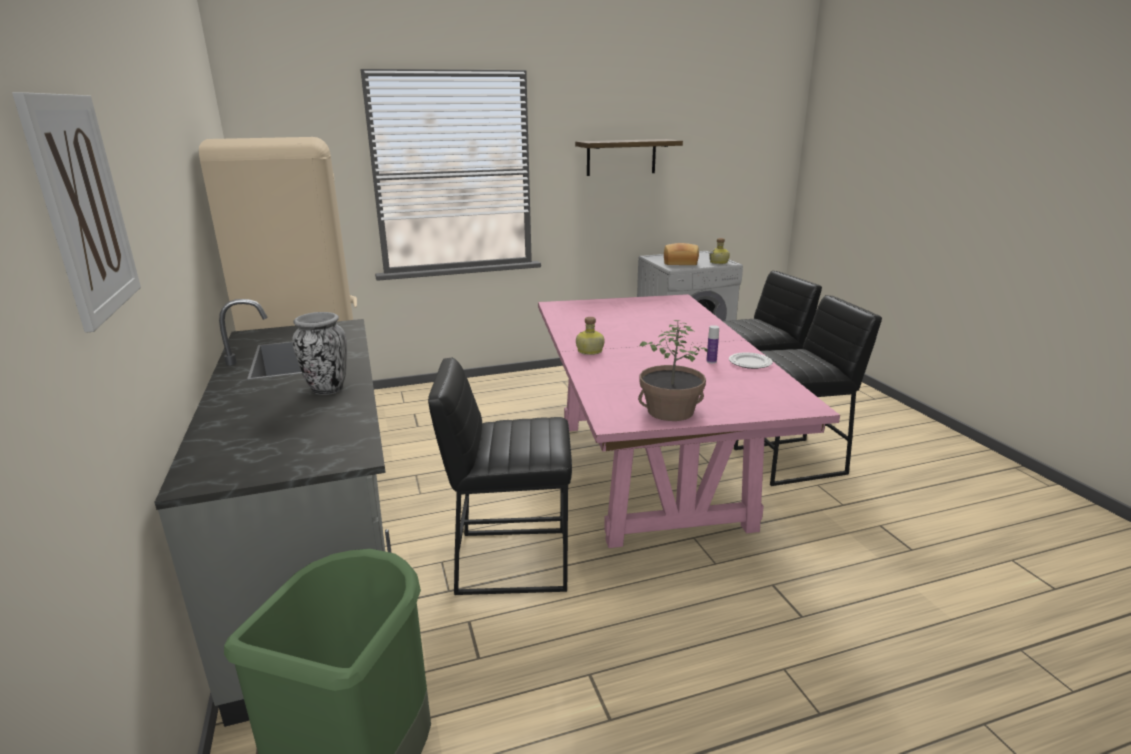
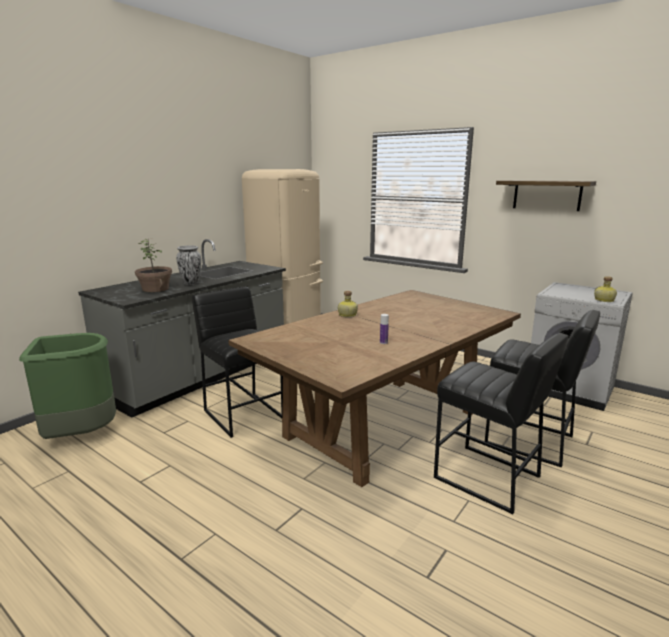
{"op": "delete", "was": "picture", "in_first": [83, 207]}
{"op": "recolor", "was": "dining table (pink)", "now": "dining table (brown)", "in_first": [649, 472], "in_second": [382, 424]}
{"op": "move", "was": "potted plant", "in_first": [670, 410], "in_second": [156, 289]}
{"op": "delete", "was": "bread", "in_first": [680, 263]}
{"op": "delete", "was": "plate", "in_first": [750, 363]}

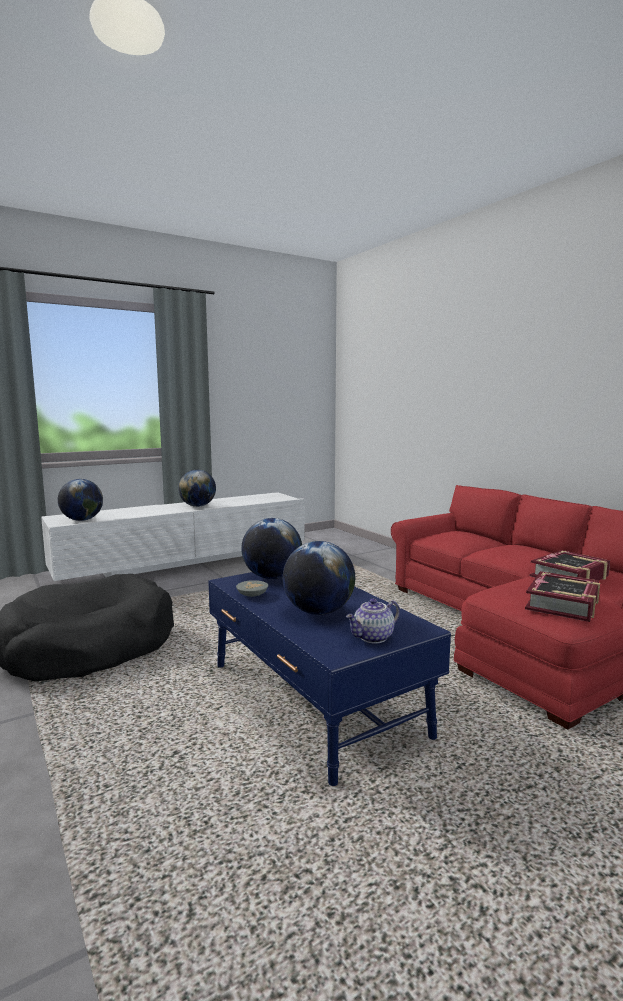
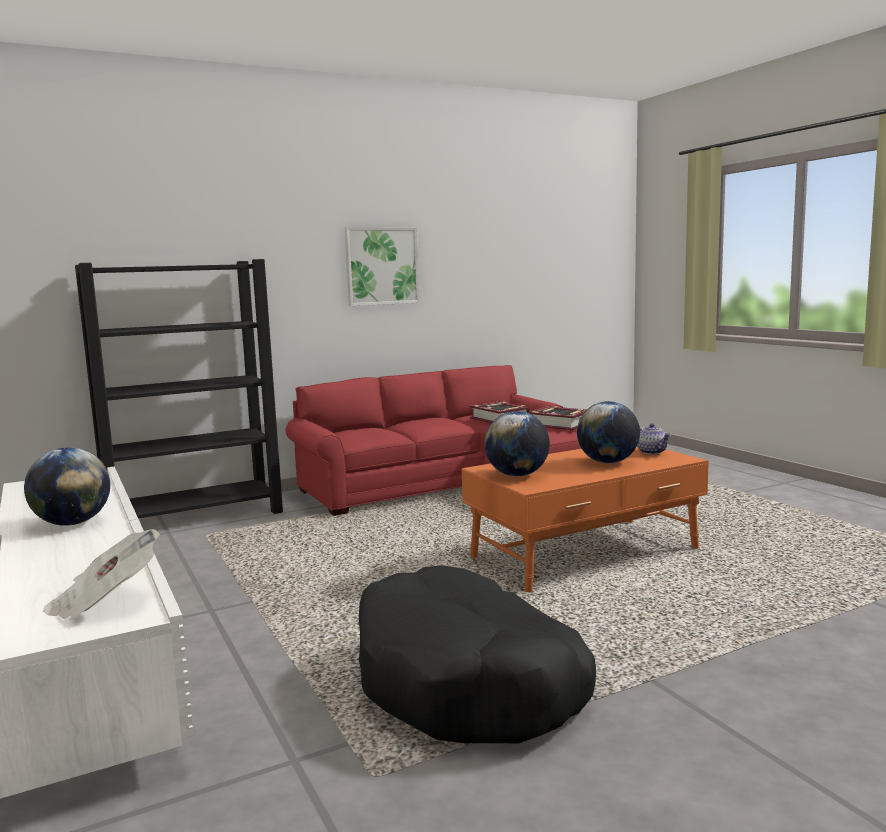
{"op": "replace", "was": "globe", "now": "newspaper", "in_first": [82, 520], "in_second": [105, 602]}
{"op": "recolor", "was": "coffee table (blue)", "now": "coffee table (orange)", "in_first": [315, 699], "in_second": [585, 553]}
{"op": "delete", "was": "bowl (grey)", "in_first": [253, 595]}
{"op": "insert", "now": "bookcase (black)", "in_second": [194, 516]}
{"op": "insert", "now": "picture", "in_second": [382, 266]}

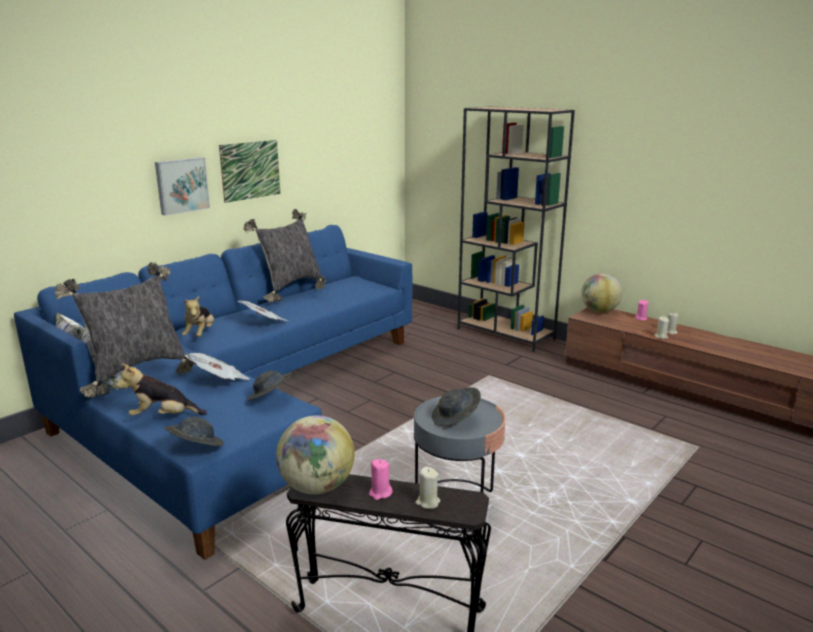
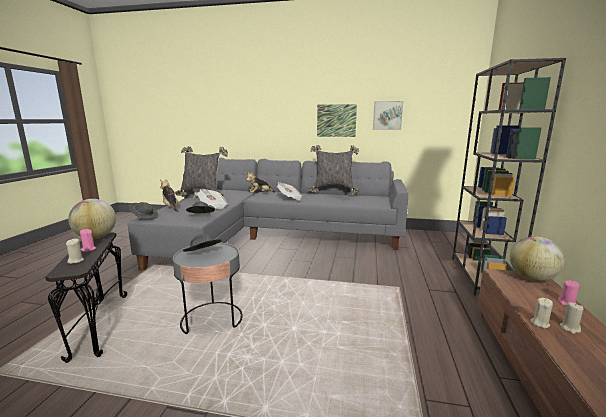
{"op": "recolor", "was": "sofa (blue)", "now": "sofa (grey)", "in_first": [243, 404], "in_second": [271, 238]}
{"op": "move", "was": "picture", "in_first": [181, 185], "in_second": [387, 115]}

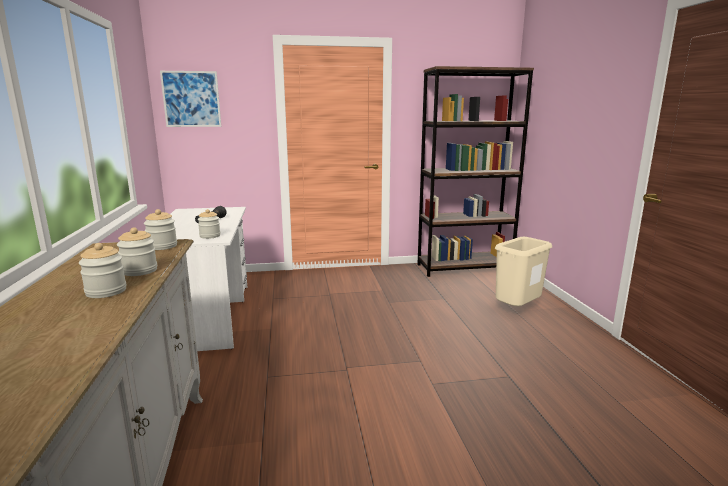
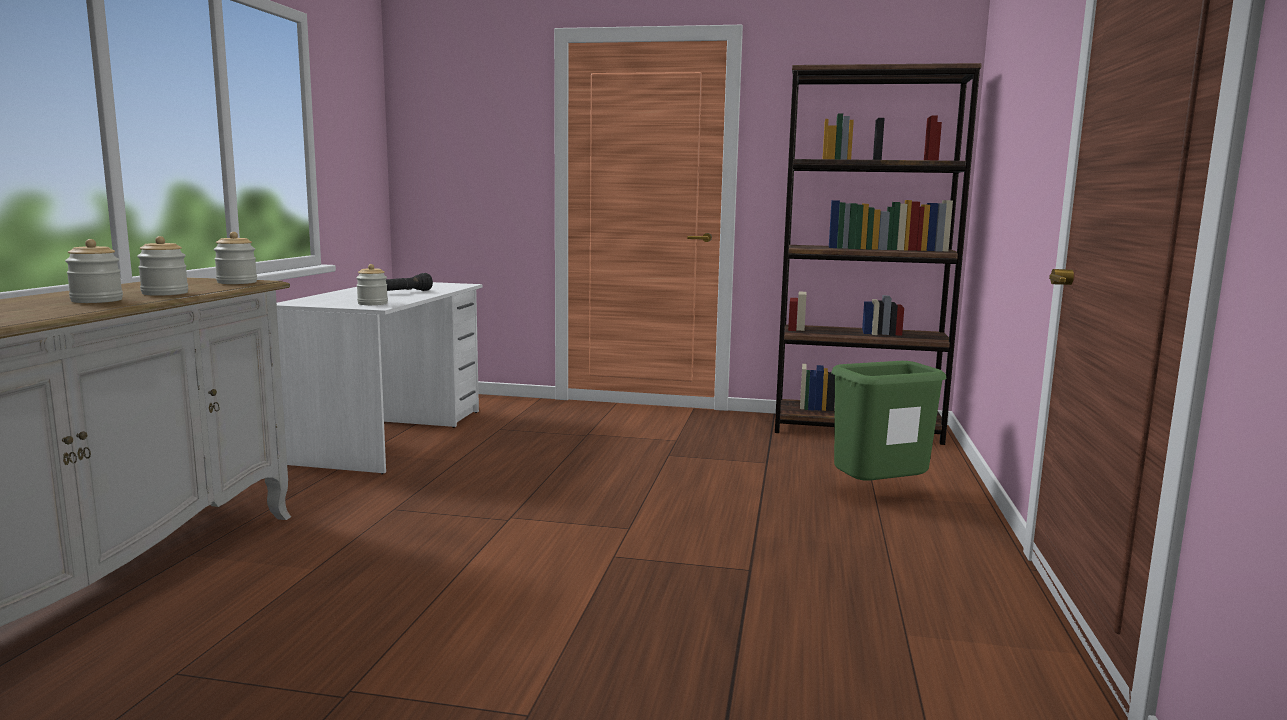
{"op": "delete", "was": "picture", "in_first": [191, 99]}
{"op": "recolor", "was": "trash can (beige)", "now": "trash can (green)", "in_first": [516, 310], "in_second": [878, 494]}

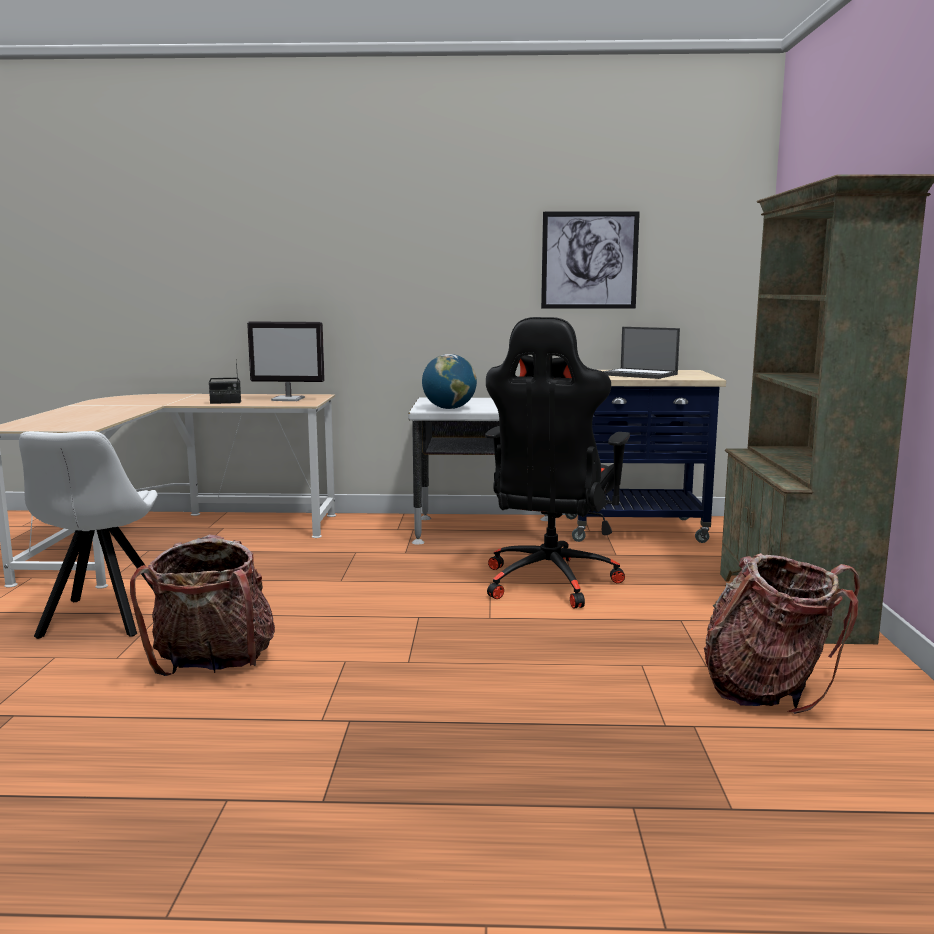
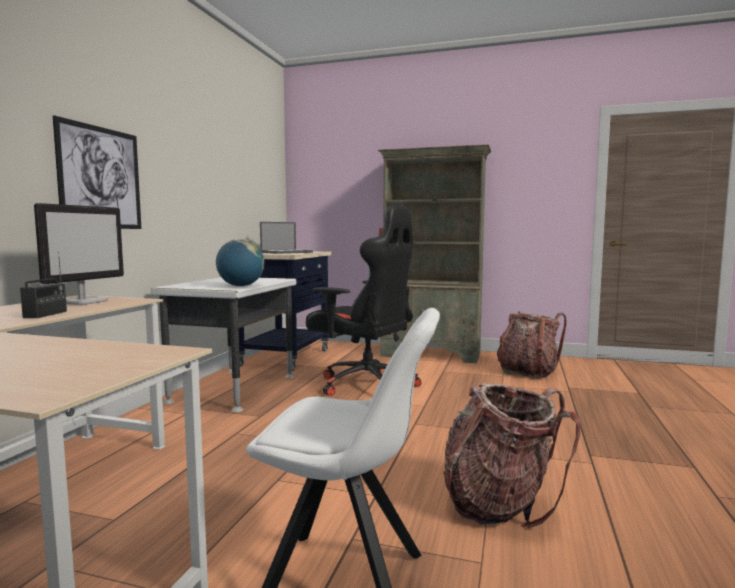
{"op": "move", "was": "picture", "in_first": [589, 260], "in_second": [100, 178]}

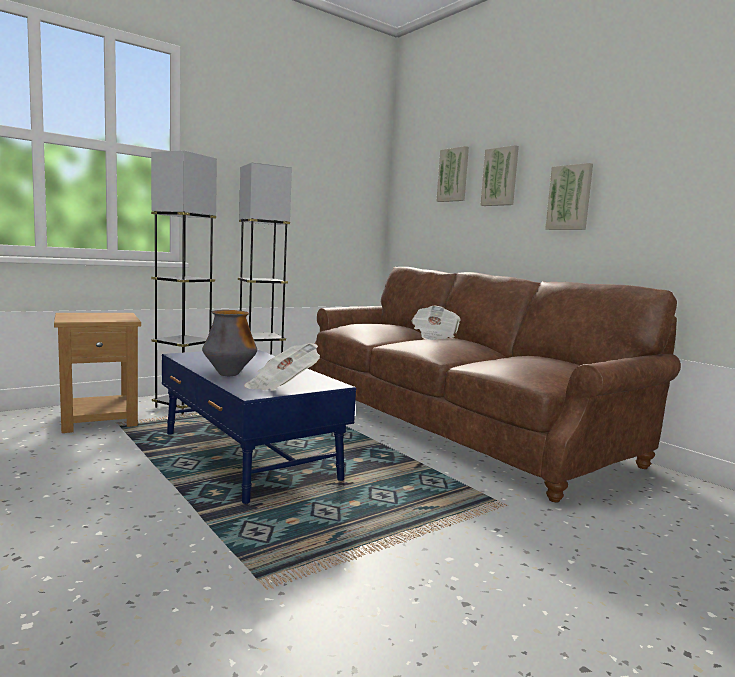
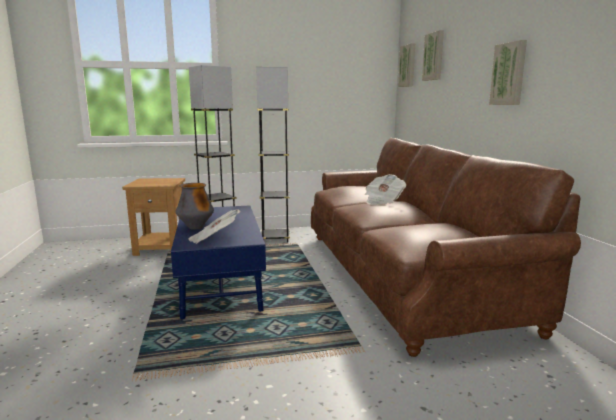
{"op": "move", "was": "picture", "in_first": [500, 177], "in_second": [408, 66]}

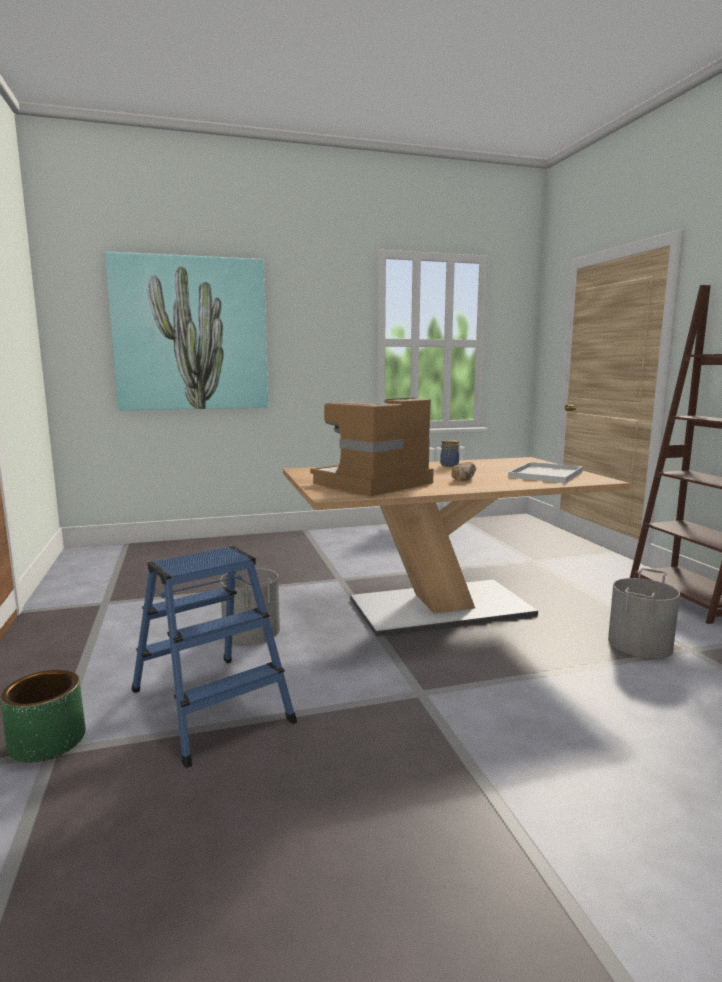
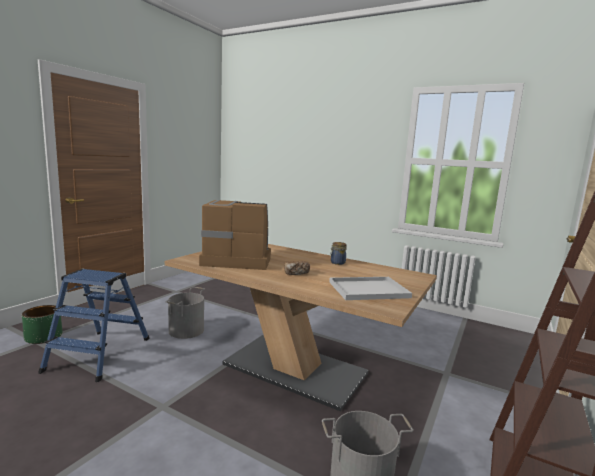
{"op": "delete", "was": "picture", "in_first": [191, 334]}

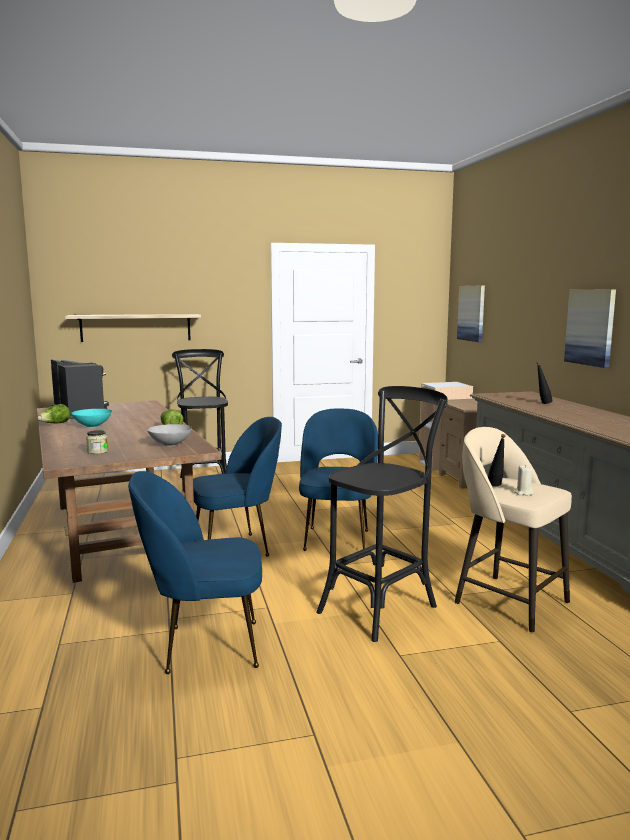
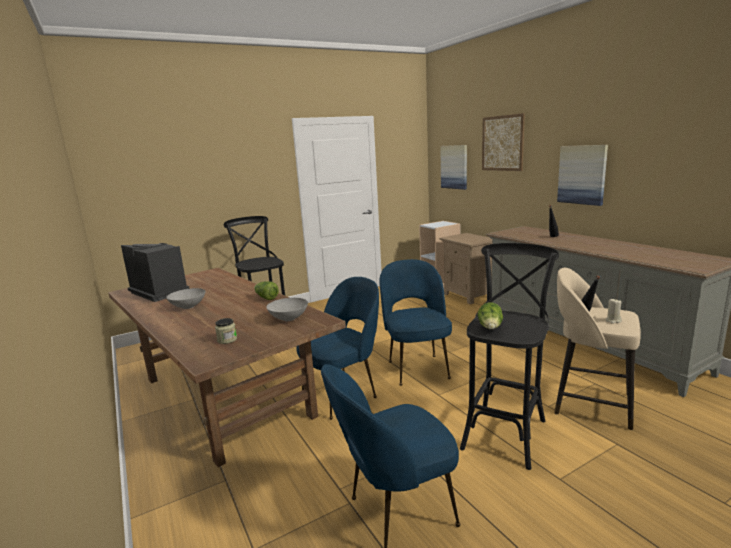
{"op": "move", "was": "lettuce", "in_first": [55, 424], "in_second": [490, 328]}
{"op": "delete", "was": "shelf", "in_first": [136, 327]}
{"op": "recolor", "was": "bowl (turquoise)", "now": "bowl (grey)", "in_first": [92, 426], "in_second": [187, 307]}
{"op": "insert", "now": "picture", "in_second": [502, 142]}

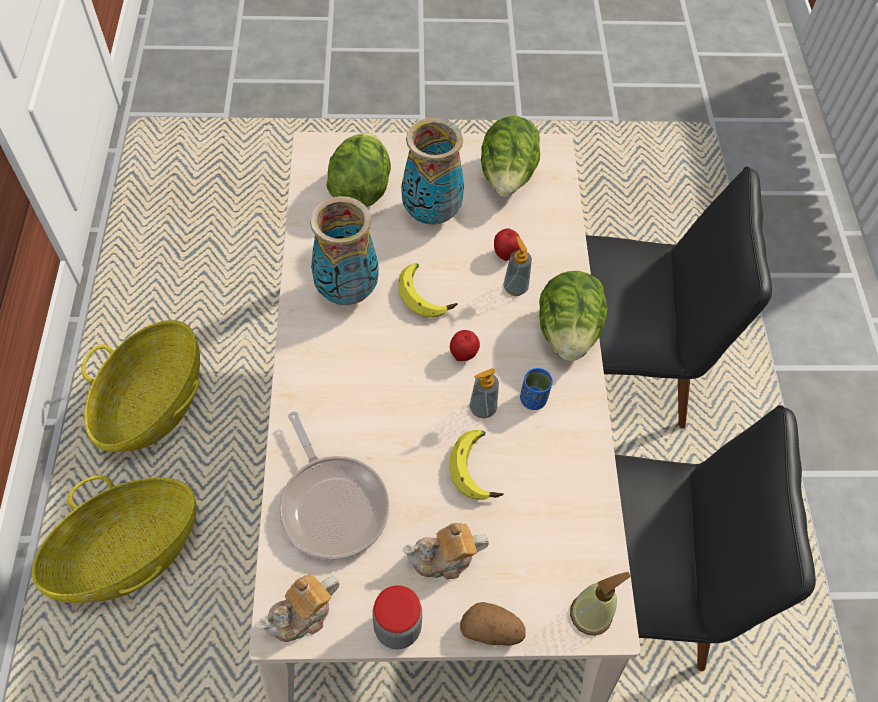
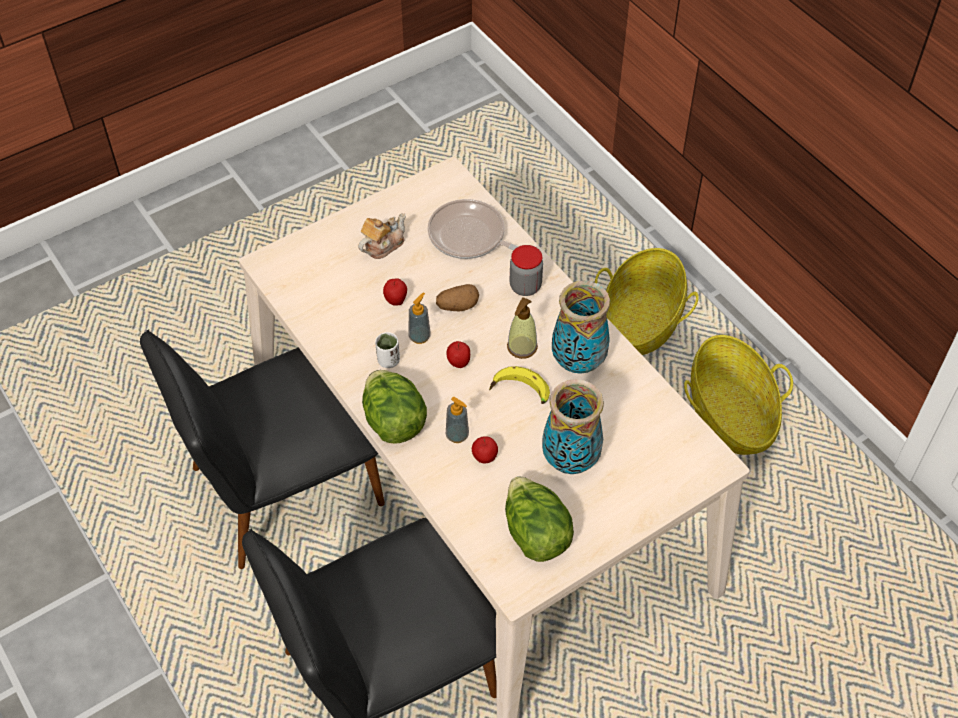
{"op": "delete", "was": "teapot", "in_first": [302, 615]}
{"op": "delete", "was": "lettuce", "in_first": [360, 189]}
{"op": "move", "was": "jar", "in_first": [397, 628], "in_second": [525, 286]}
{"op": "replace", "was": "banana", "now": "apple", "in_first": [479, 468], "in_second": [396, 301]}
{"op": "move", "was": "potato", "in_first": [492, 631], "in_second": [457, 306]}
{"op": "recolor", "was": "cup (blue)", "now": "cup (white)", "in_first": [533, 399], "in_second": [388, 360]}
{"op": "move", "was": "soap dispenser", "in_first": [591, 614], "in_second": [522, 347]}

